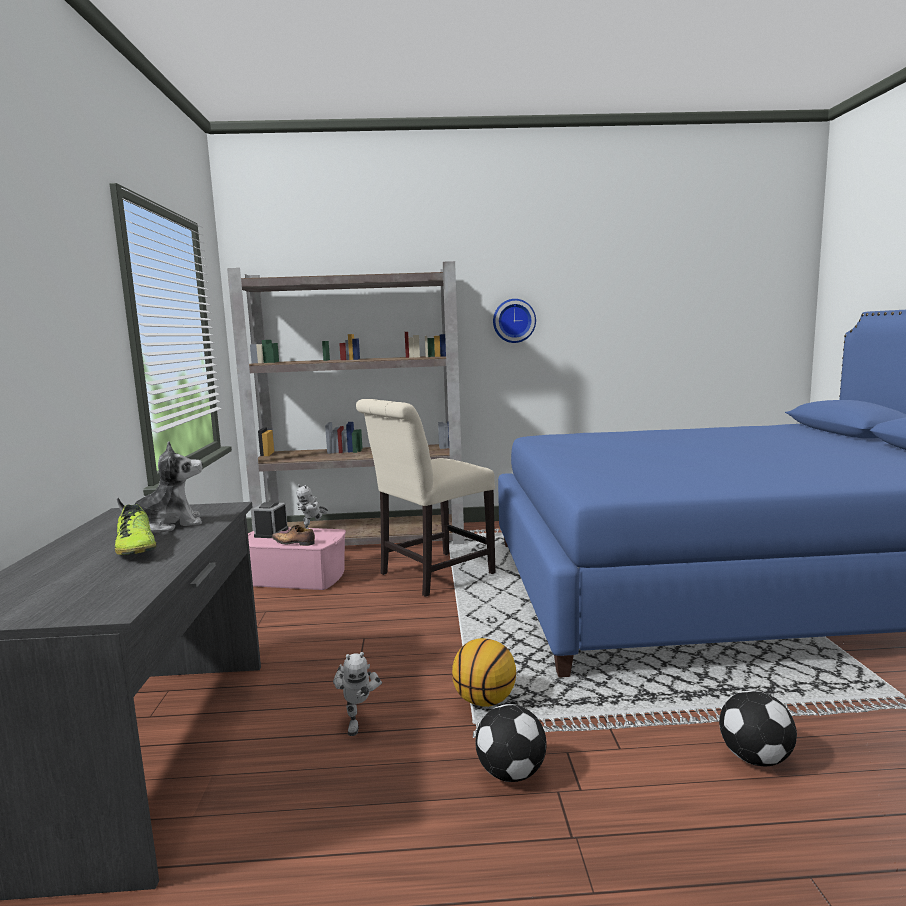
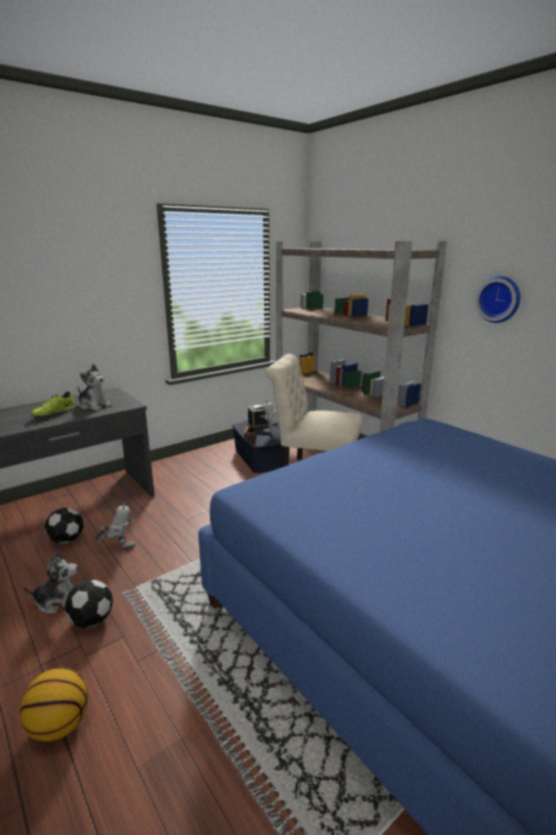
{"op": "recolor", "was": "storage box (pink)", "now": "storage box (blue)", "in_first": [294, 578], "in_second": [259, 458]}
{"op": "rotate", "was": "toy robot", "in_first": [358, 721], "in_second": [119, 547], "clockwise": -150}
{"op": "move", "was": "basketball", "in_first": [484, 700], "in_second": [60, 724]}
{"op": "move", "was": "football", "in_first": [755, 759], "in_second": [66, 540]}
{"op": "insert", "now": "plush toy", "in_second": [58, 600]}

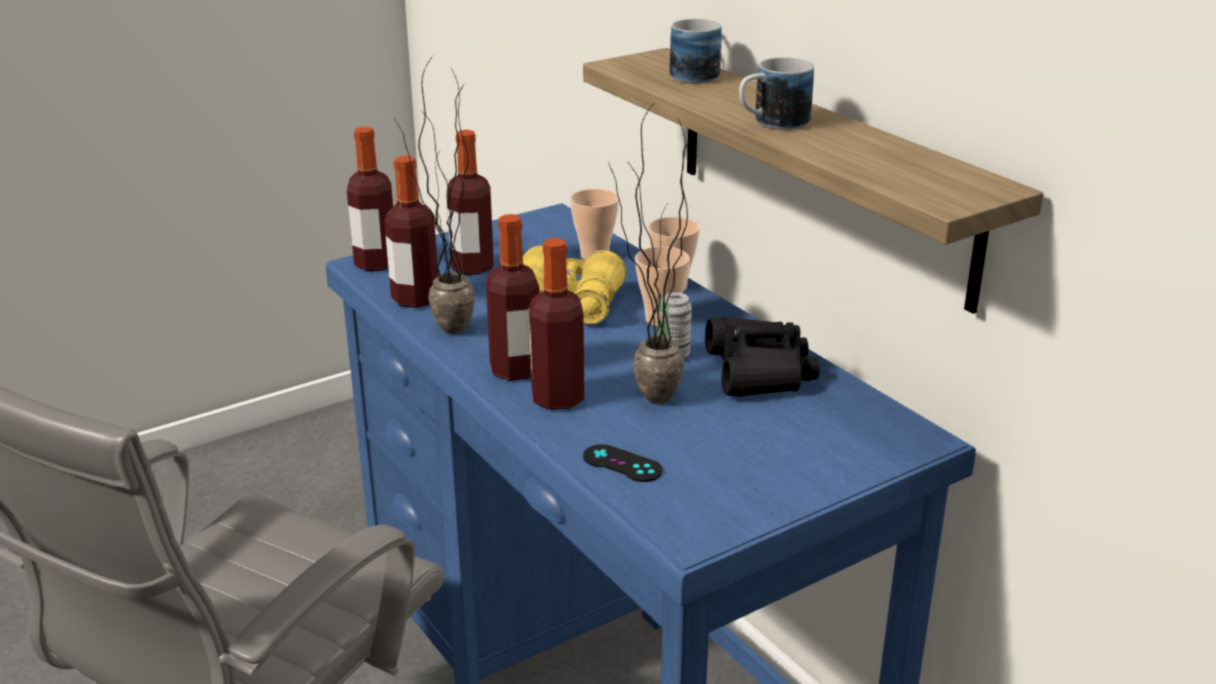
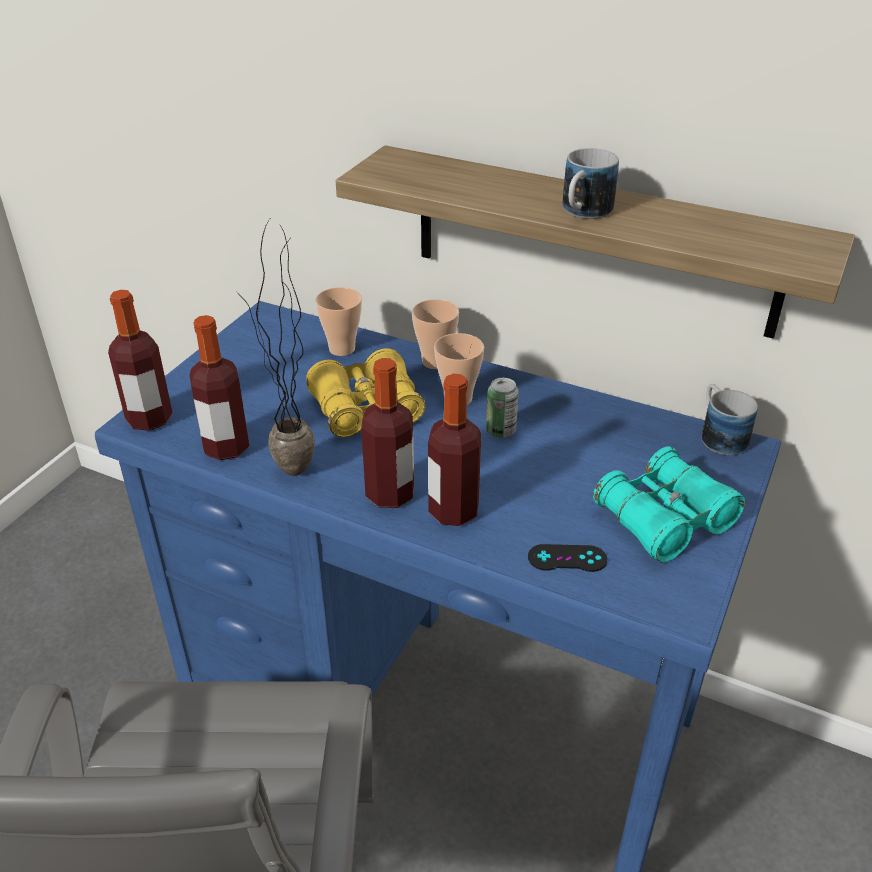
{"op": "delete", "was": "bottle", "in_first": [472, 267]}
{"op": "delete", "was": "potted plant", "in_first": [644, 403]}
{"op": "move", "was": "mug", "in_first": [697, 73], "in_second": [719, 435]}
{"op": "delete", "was": "binoculars (black)", "in_first": [759, 372]}
{"op": "insert", "now": "binoculars (turquoise)", "in_second": [664, 519]}

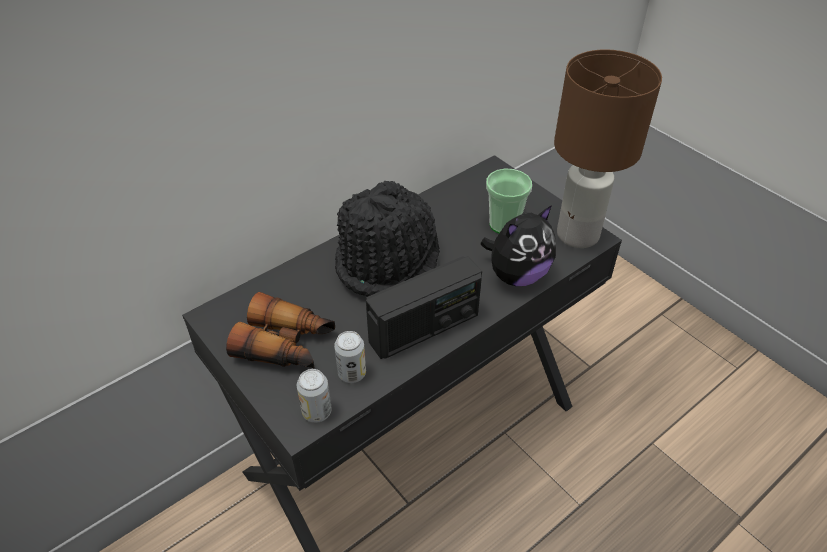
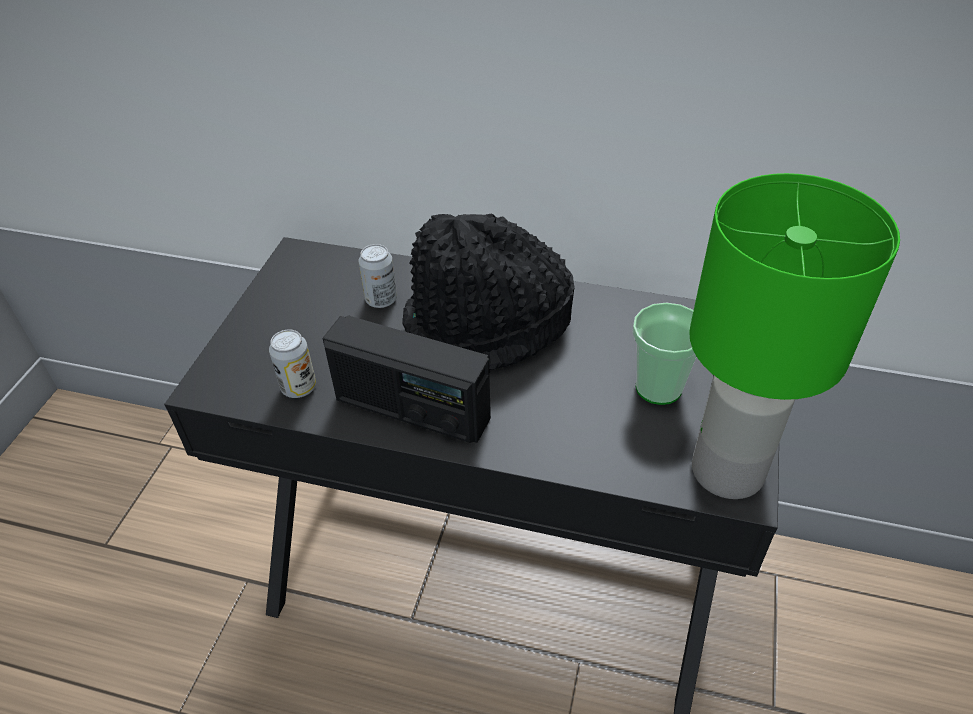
{"op": "delete", "was": "binoculars", "in_first": [286, 345]}
{"op": "move", "was": "can", "in_first": [317, 412], "in_second": [381, 300]}
{"op": "delete", "was": "plush toy", "in_first": [517, 275]}
{"op": "recolor", "was": "table lamp (brown)", "now": "table lamp (green)", "in_first": [578, 235], "in_second": [726, 472]}

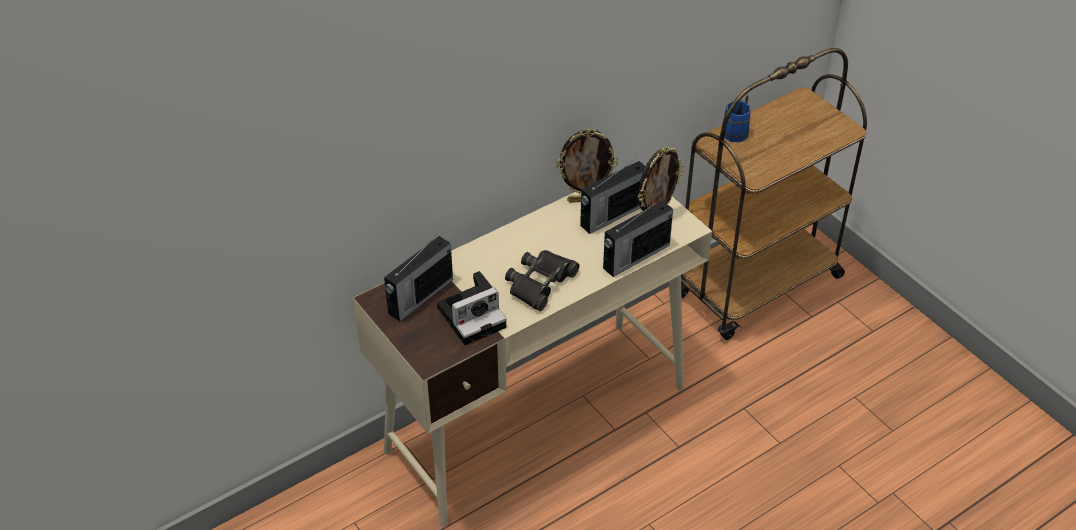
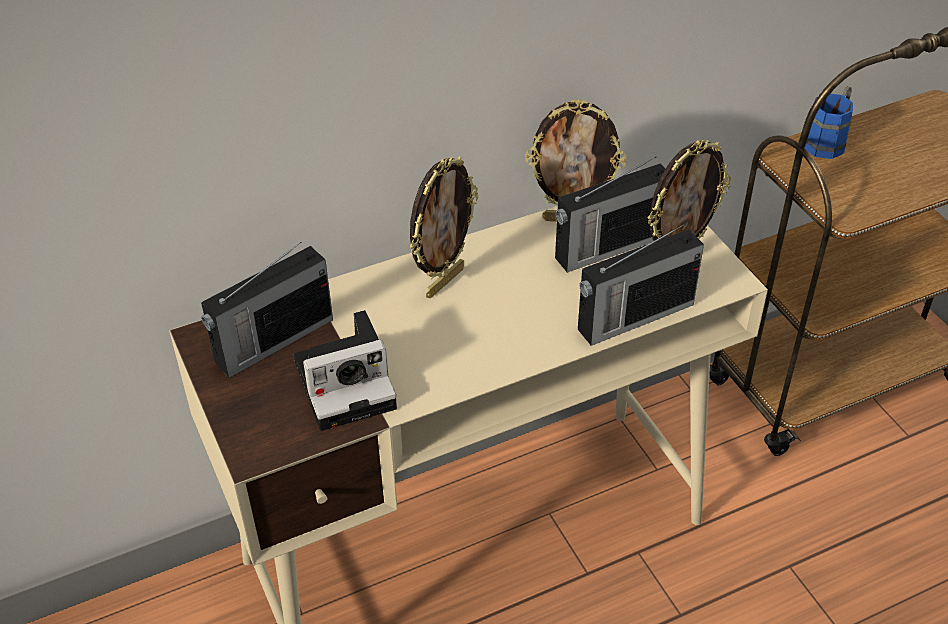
{"op": "delete", "was": "binoculars (black)", "in_first": [540, 283]}
{"op": "insert", "now": "picture frame", "in_second": [443, 281]}

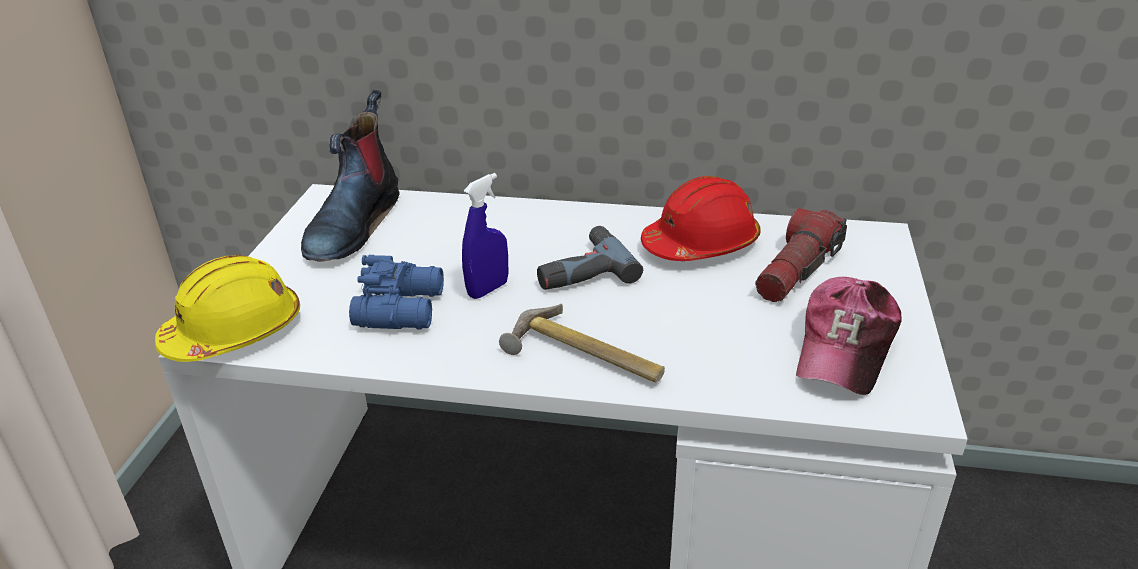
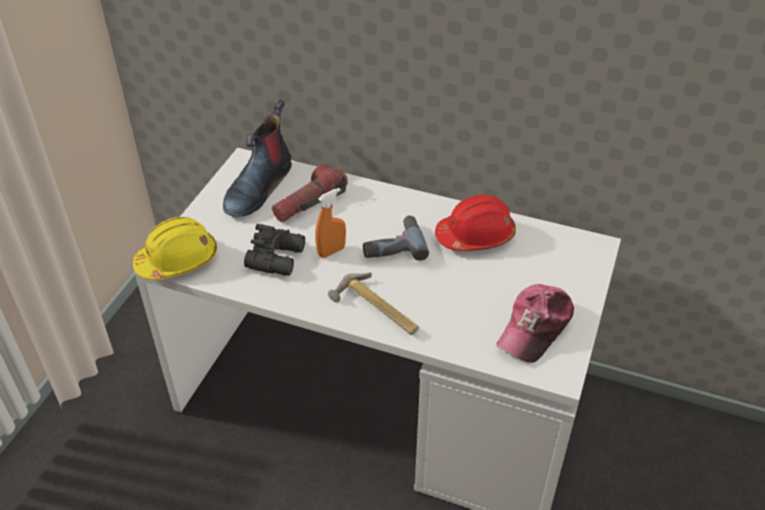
{"op": "recolor", "was": "binoculars (blue)", "now": "binoculars (black)", "in_first": [403, 307], "in_second": [277, 257]}
{"op": "recolor", "was": "spray bottle (blue)", "now": "spray bottle (orange)", "in_first": [488, 289], "in_second": [331, 251]}
{"op": "move", "was": "flashlight", "in_first": [797, 270], "in_second": [310, 203]}

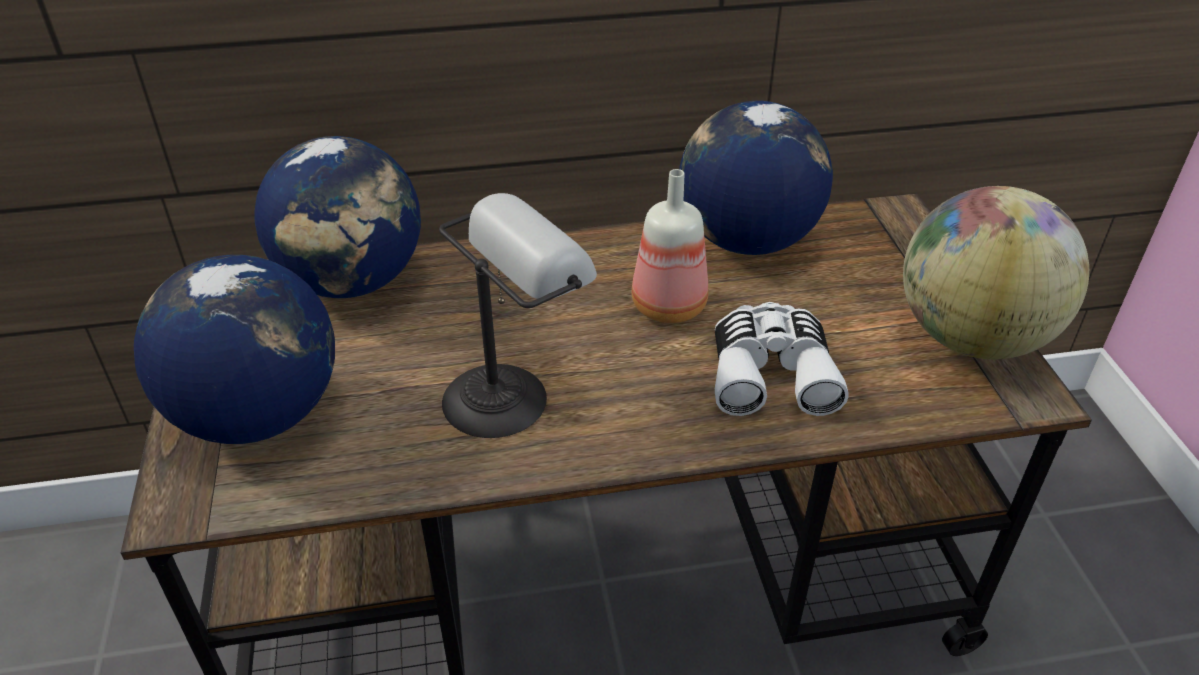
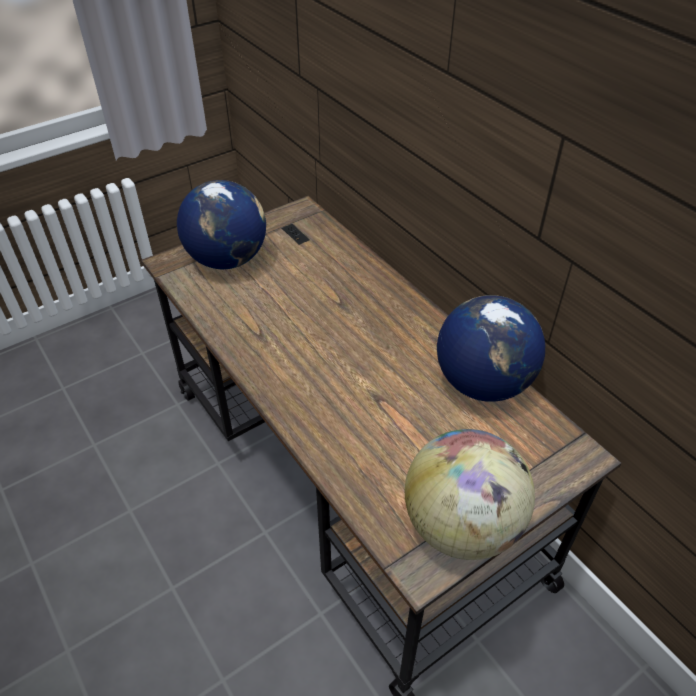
{"op": "delete", "was": "globe", "in_first": [353, 282]}
{"op": "delete", "was": "table lamp", "in_first": [512, 388]}
{"op": "delete", "was": "bottle", "in_first": [667, 305]}
{"op": "delete", "was": "binoculars (white)", "in_first": [770, 373]}

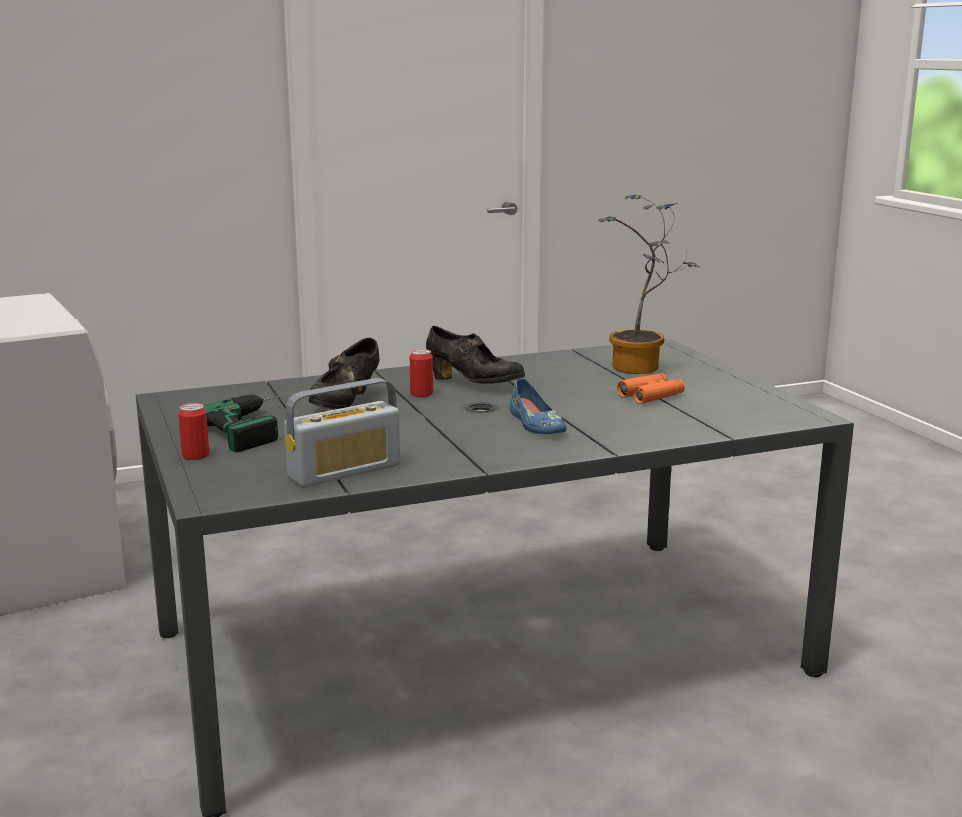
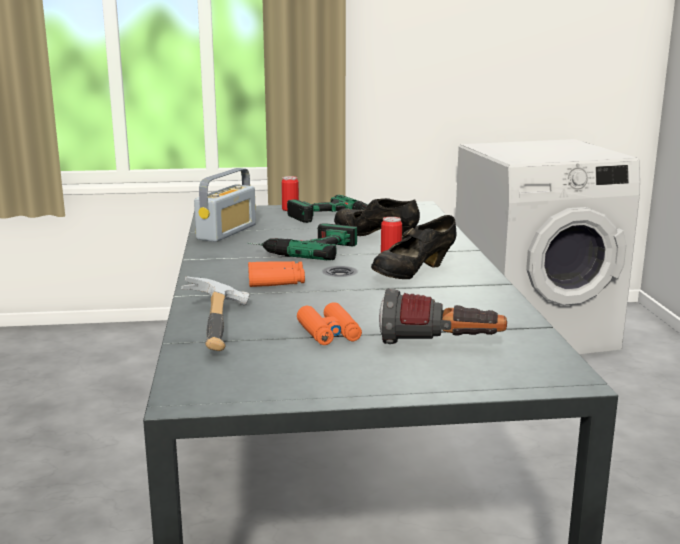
{"op": "rotate", "was": "radio", "in_first": [344, 471], "in_second": [227, 232], "clockwise": -135}
{"op": "replace", "was": "shoe (blue)", "now": "binoculars (orange)", "in_first": [535, 424], "in_second": [276, 281]}
{"op": "replace", "was": "potted plant", "now": "flashlight", "in_first": [641, 369], "in_second": [441, 346]}
{"op": "insert", "now": "hammer", "in_second": [223, 326]}
{"op": "insert", "now": "power drill", "in_second": [302, 249]}

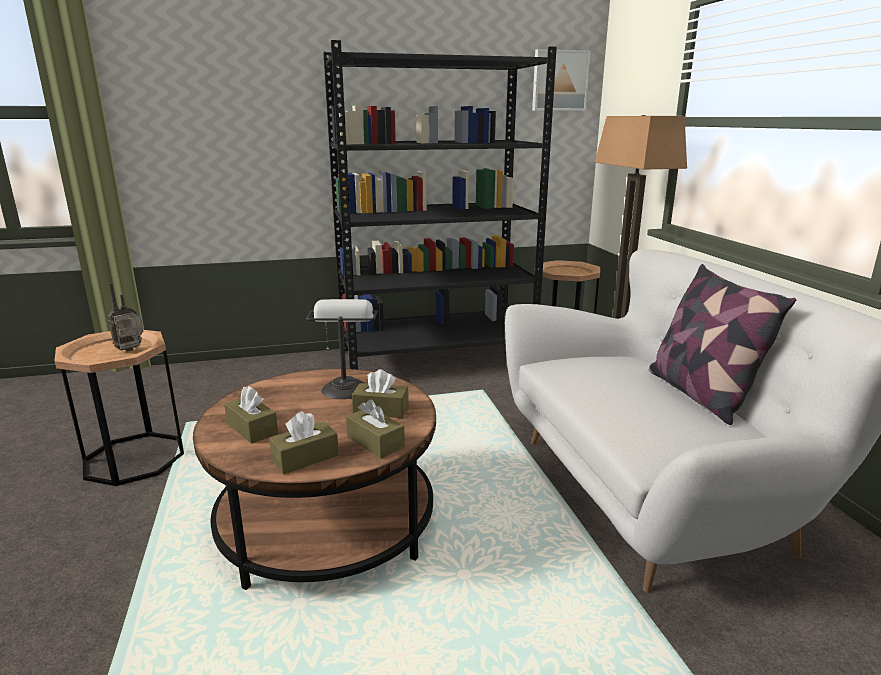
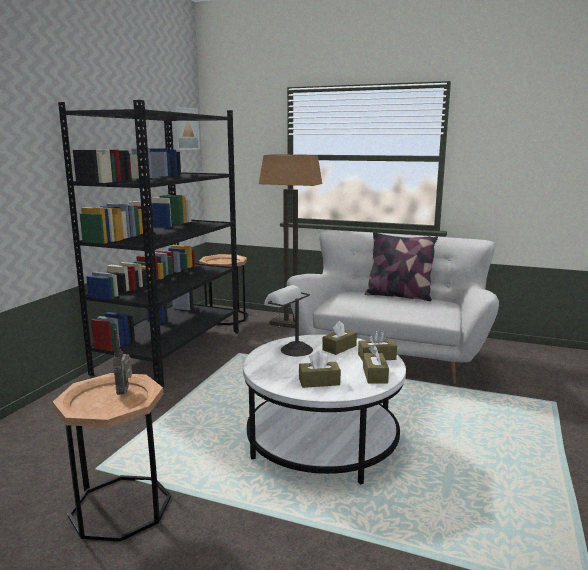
{"op": "recolor", "was": "coffee table (brown)", "now": "coffee table (white)", "in_first": [327, 522], "in_second": [322, 441]}

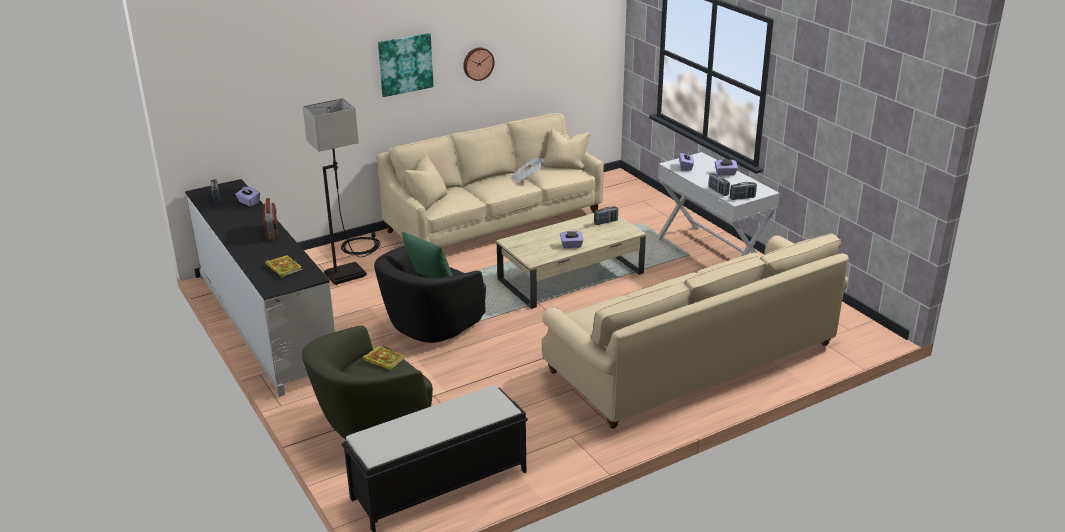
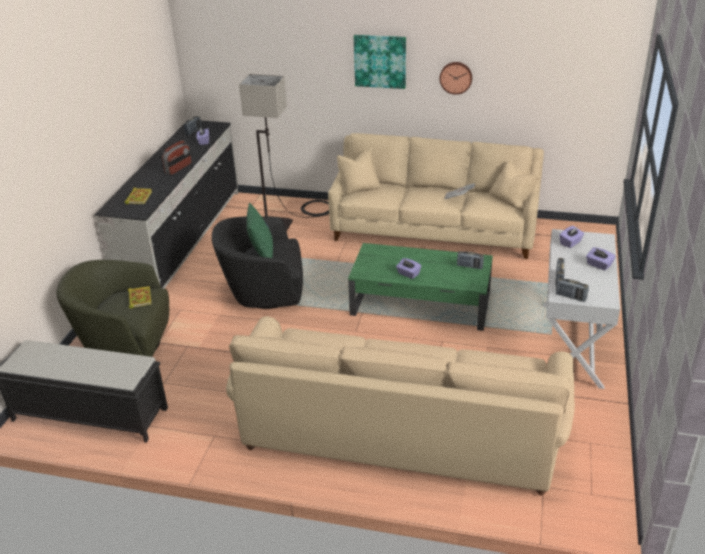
{"op": "recolor", "was": "coffee table (beige)", "now": "coffee table (green)", "in_first": [571, 276], "in_second": [421, 303]}

